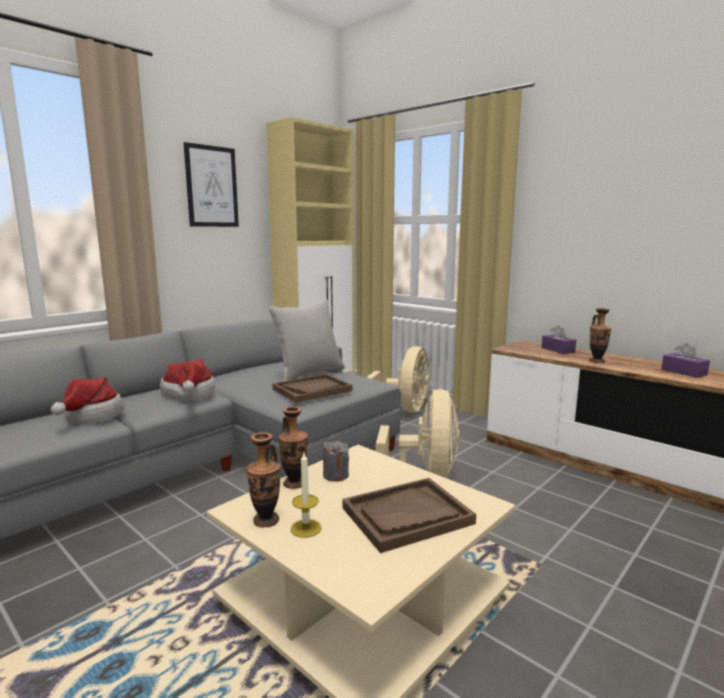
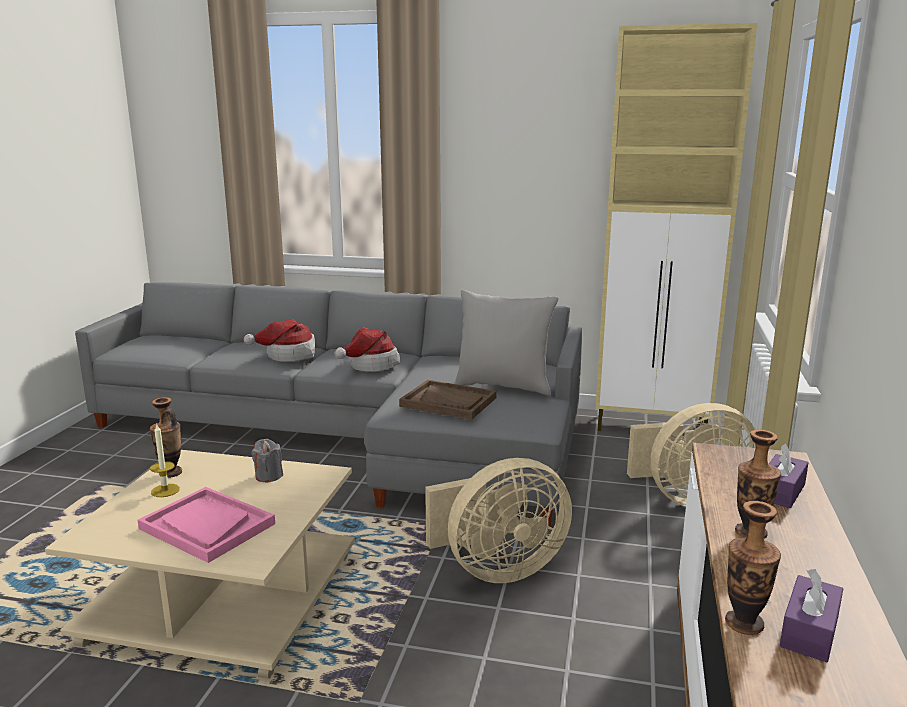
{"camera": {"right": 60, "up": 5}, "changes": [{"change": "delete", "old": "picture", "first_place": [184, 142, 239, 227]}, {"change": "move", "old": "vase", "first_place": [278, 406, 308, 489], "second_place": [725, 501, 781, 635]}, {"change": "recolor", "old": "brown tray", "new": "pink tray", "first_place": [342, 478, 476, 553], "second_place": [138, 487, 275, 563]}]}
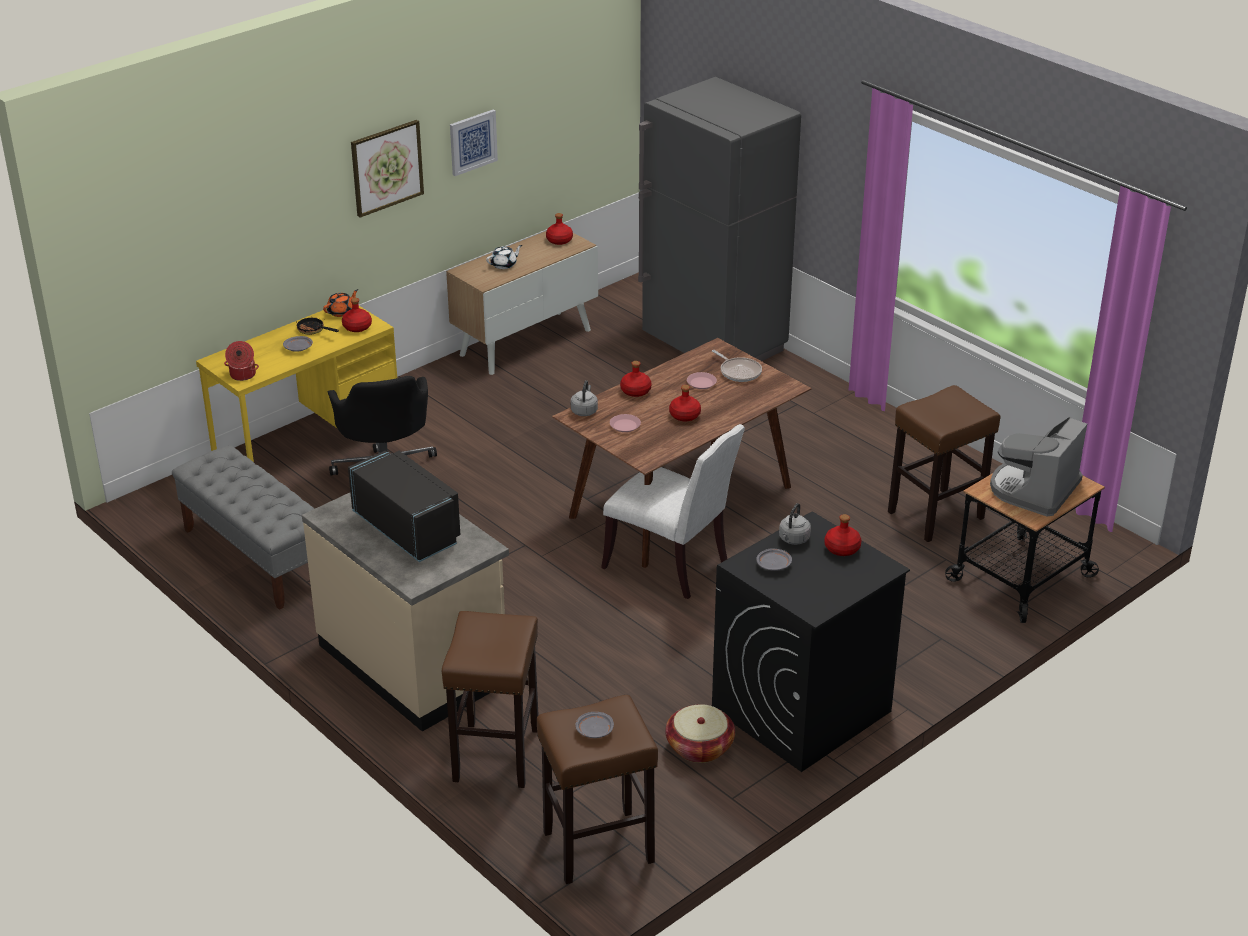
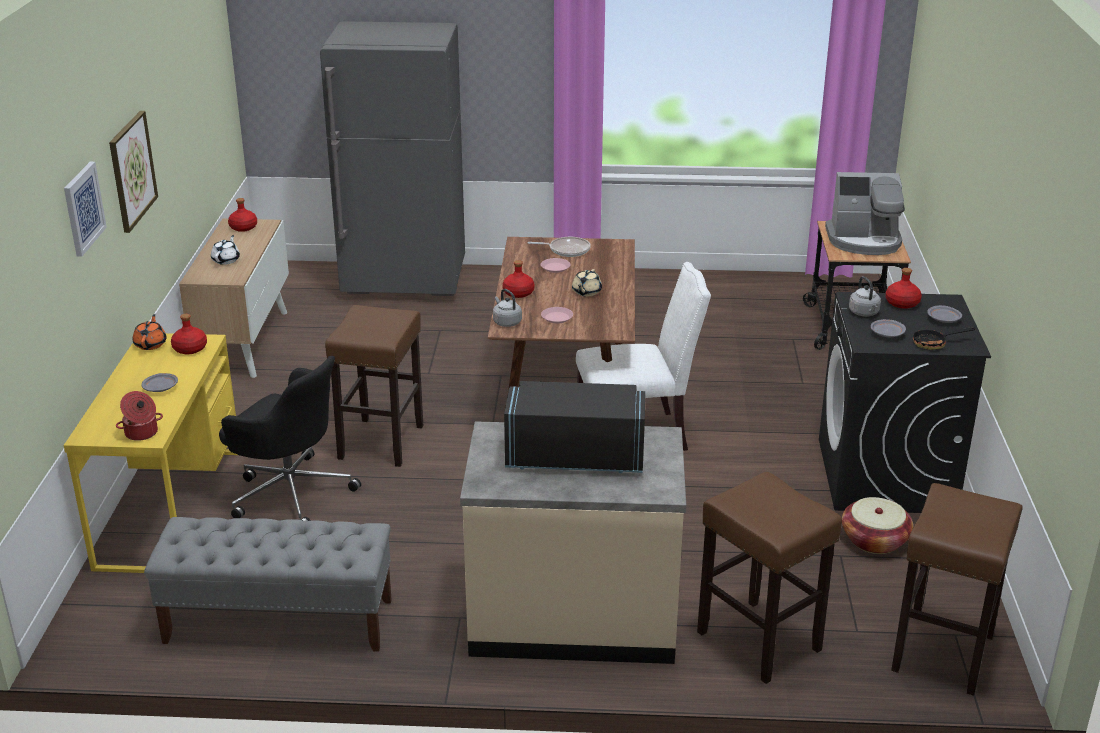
{"camera": {"right": -45, "up": -5}, "changes": [{"change": "move", "old": "frying pan", "first_place": [296, 318, 339, 335], "second_place": [913, 327, 975, 350]}, {"change": "move", "old": "picture", "first_place": [450, 110, 498, 176], "second_place": [64, 162, 107, 257]}, {"change": "move", "old": "grey plate", "first_place": [576, 712, 614, 738], "second_place": [927, 305, 962, 323]}, {"change": "replace", "old": "red bottle", "new": "beige teapot", "first_place": [669, 385, 701, 421], "second_place": [572, 269, 602, 296]}, {"change": "move", "old": "brown stool", "first_place": [888, 385, 1000, 542], "second_place": [325, 305, 423, 467]}, {"change": "rotate", "old": "coffee machine", "first_place": [990, 417, 1087, 516], "second_place": [825, 172, 905, 255], "degrees": -75}]}
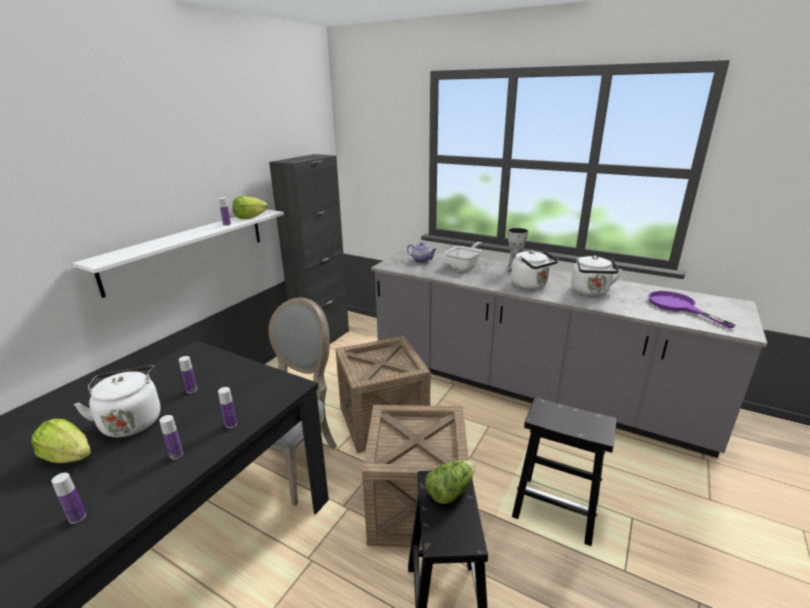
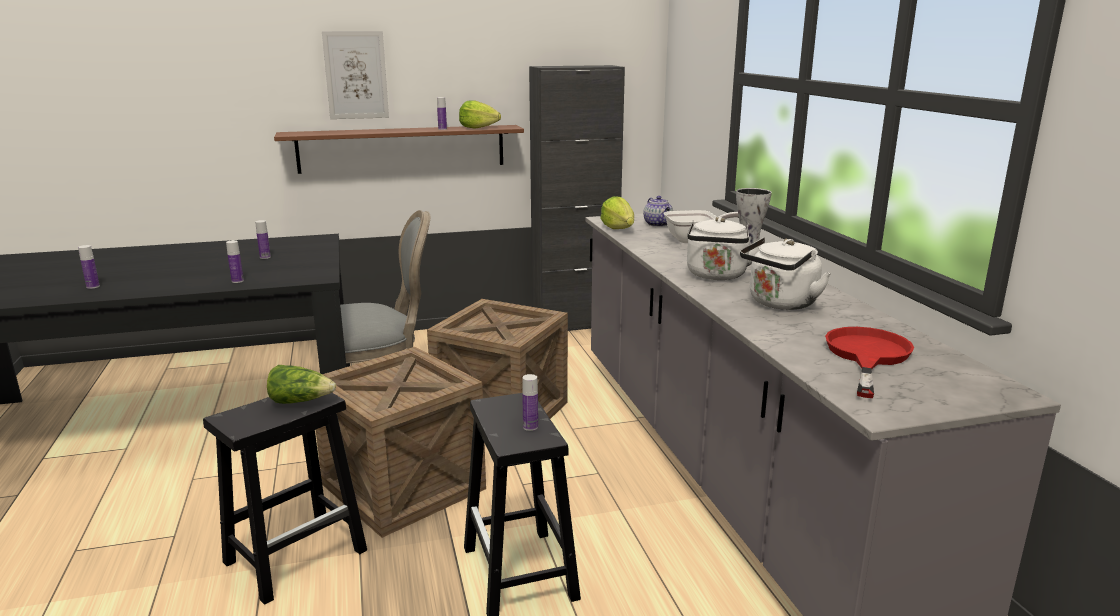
{"camera": {"right": 45, "up": -5}, "changes": [{"change": "move", "old": "lettuce", "first_place": [31, 419, 91, 463], "second_place": [600, 196, 634, 229]}, {"change": "recolor", "old": "white shelf", "new": "brown shelf", "first_place": [72, 210, 284, 298], "second_place": [274, 125, 524, 174]}, {"change": "delete", "old": "white kettle", "first_place": [74, 366, 161, 437]}, {"change": "move", "old": "bottle", "first_place": [159, 415, 183, 460], "second_place": [522, 374, 538, 431]}, {"change": "recolor", "old": "purple frying pan", "new": "red frying pan", "first_place": [648, 291, 735, 328], "second_place": [825, 327, 914, 398]}, {"change": "insert", "new": "picture", "second_place": [322, 31, 389, 119]}]}
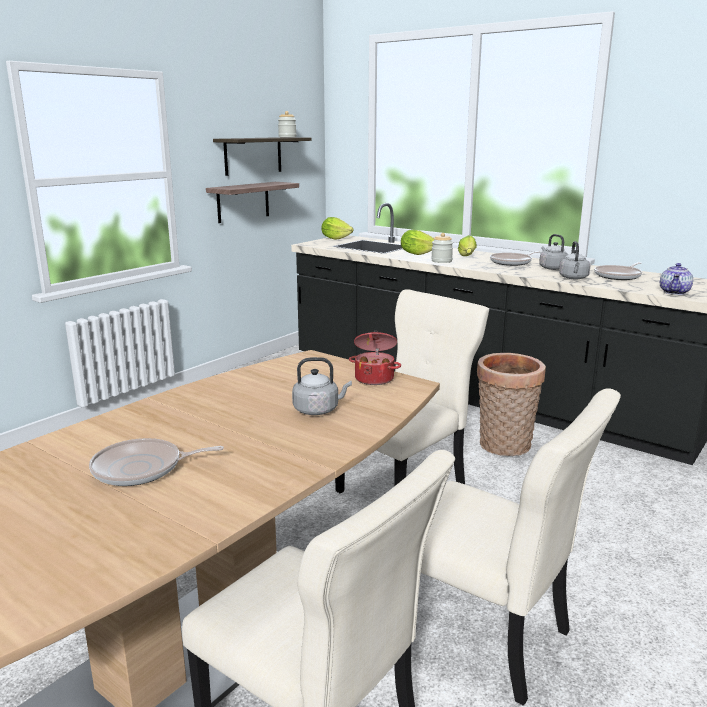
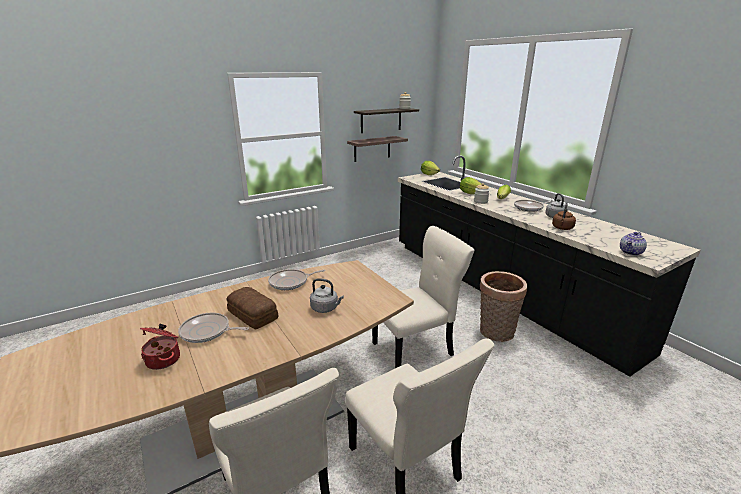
{"camera": {"right": 20, "up": 5}, "changes": [{"change": "move", "old": "cooking pot", "first_place": [349, 331, 401, 385], "second_place": [140, 324, 180, 370]}, {"change": "recolor", "old": "grey kettle", "new": "brown kettle", "first_place": [559, 241, 590, 279], "second_place": [552, 203, 576, 230]}, {"change": "move", "old": "frying pan", "first_place": [594, 262, 642, 280], "second_place": [268, 269, 325, 290]}, {"change": "insert", "new": "bread", "second_place": [227, 287, 279, 329]}]}
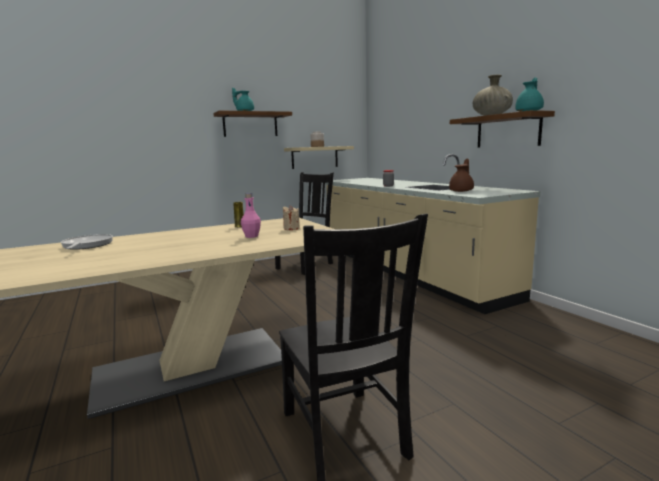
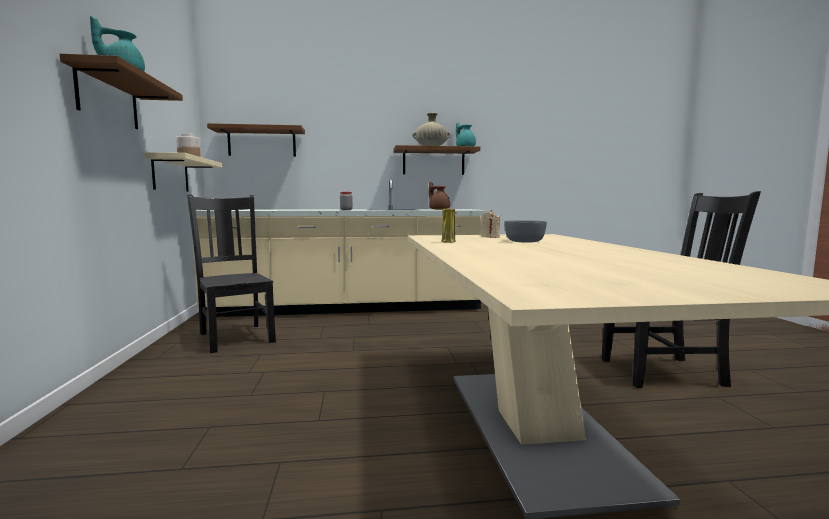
{"camera": {"right": -70, "up": -5}, "changes": [{"change": "delete", "old": "frying pan", "first_place": [61, 234, 113, 250]}, {"change": "replace", "old": "pink bottle", "new": "grey bowl", "first_place": [241, 193, 261, 238], "second_place": [504, 220, 547, 243]}, {"change": "insert", "new": "brown shelf", "second_place": [207, 123, 305, 157]}]}
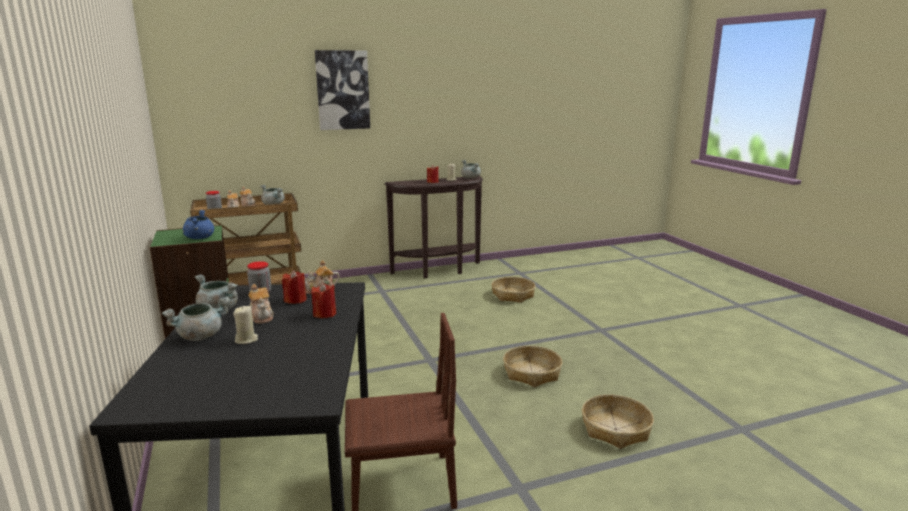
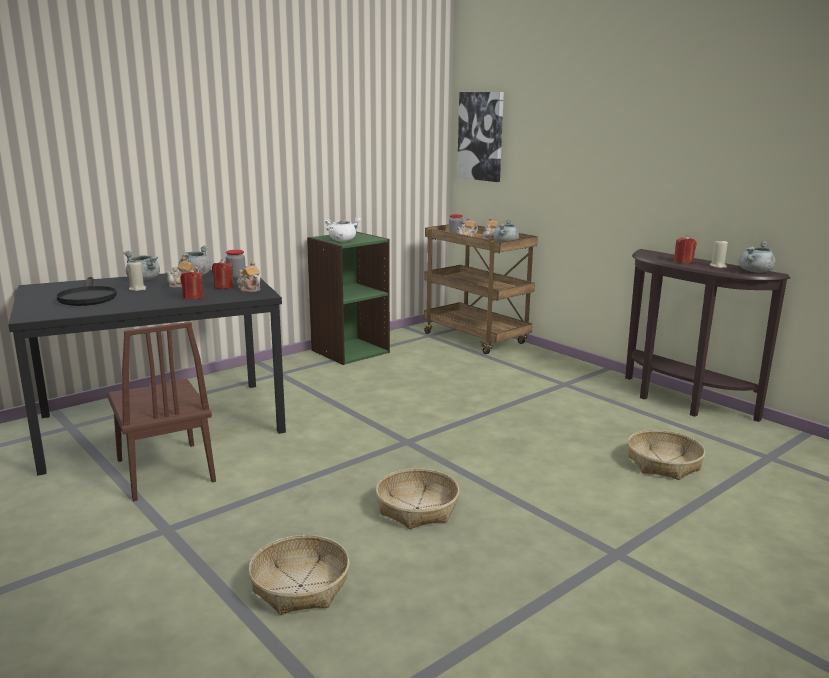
{"camera": {"right": 70, "up": 0}, "changes": [{"change": "recolor", "old": "blue cooking pot", "new": "white cooking pot", "first_place": [183, 210, 214, 239], "second_place": [324, 217, 361, 242]}, {"change": "move", "old": "picture", "first_place": [315, 50, 370, 130], "second_place": [457, 92, 504, 182]}, {"change": "insert", "new": "black frying pan", "second_place": [56, 277, 117, 306]}]}
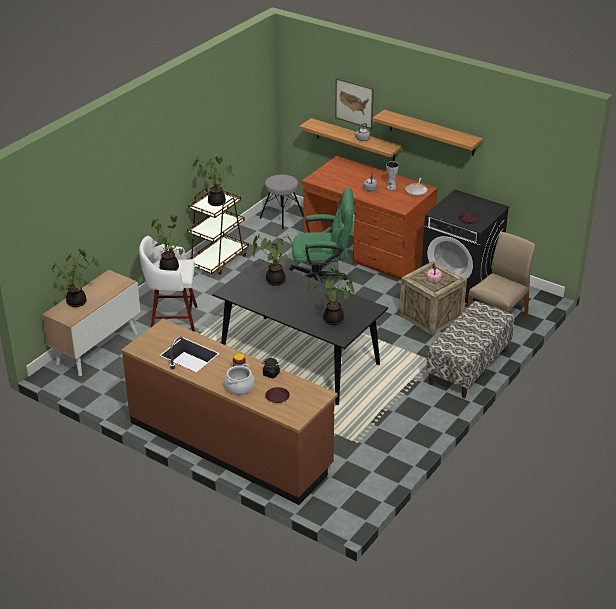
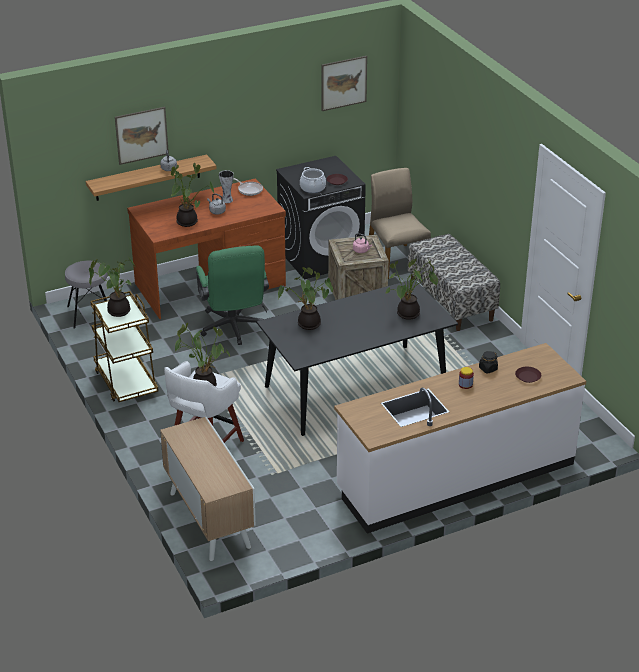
{"camera": {"right": -60, "up": 0}, "changes": [{"change": "move", "old": "potted plant", "first_place": [52, 249, 99, 307], "second_place": [170, 163, 214, 227]}, {"change": "recolor", "old": "brown counter", "new": "white counter", "first_place": [121, 319, 338, 505], "second_place": [334, 343, 586, 534]}, {"change": "move", "old": "cooking pot", "first_place": [224, 364, 254, 395], "second_place": [300, 167, 326, 193]}, {"change": "rotate", "old": "green office chair", "first_place": [289, 188, 354, 283], "second_place": [196, 245, 269, 345], "degrees": 135}, {"change": "delete", "old": "shelf", "first_place": [372, 110, 483, 156]}, {"change": "insert", "new": "picture", "second_place": [322, 56, 367, 111]}]}
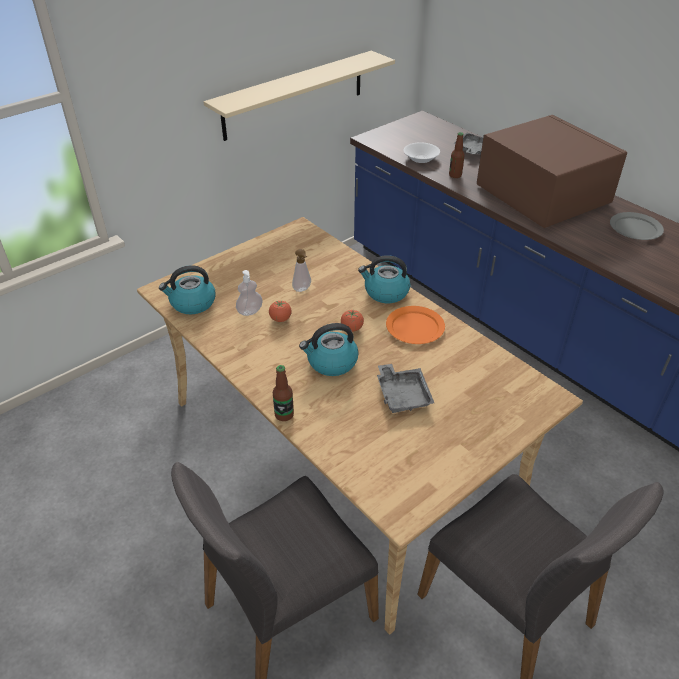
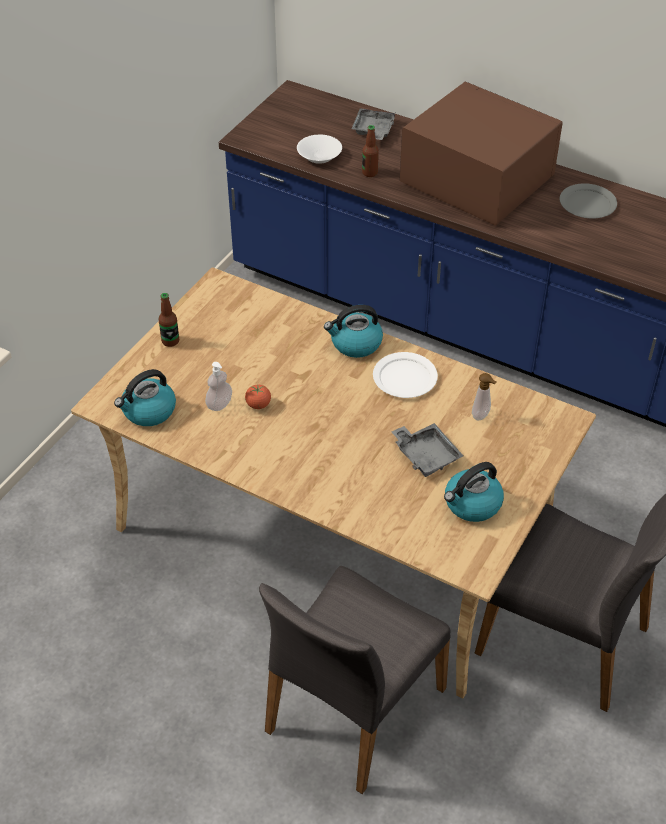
{"camera": {"right": -20, "up": 5}, "changes": [{"change": "delete", "old": "beige shelf", "first_place": [204, 51, 395, 141]}, {"change": "move", "old": "bottle", "first_place": [273, 365, 294, 421], "second_place": [159, 293, 179, 347]}, {"change": "move", "old": "soap dispenser", "first_place": [292, 249, 311, 292], "second_place": [472, 373, 497, 421]}, {"change": "move", "old": "kettle", "first_place": [299, 323, 359, 376], "second_place": [444, 462, 504, 522]}, {"change": "delete", "old": "tomato", "first_place": [341, 310, 364, 332]}, {"change": "recolor", "old": "orange plate", "new": "white plate", "first_place": [386, 306, 445, 344], "second_place": [373, 352, 438, 398]}]}
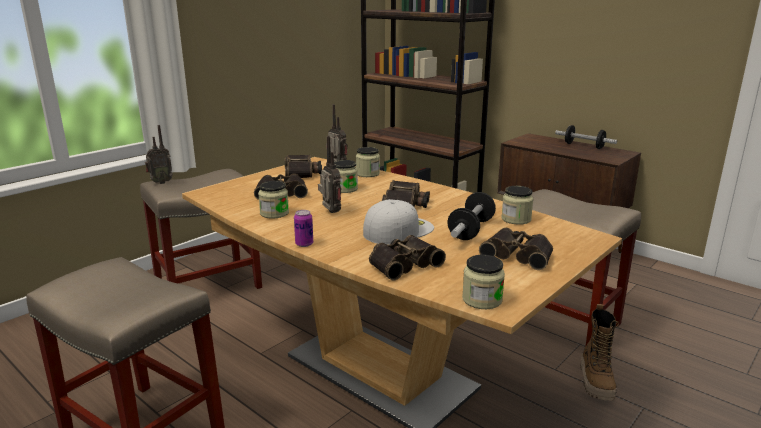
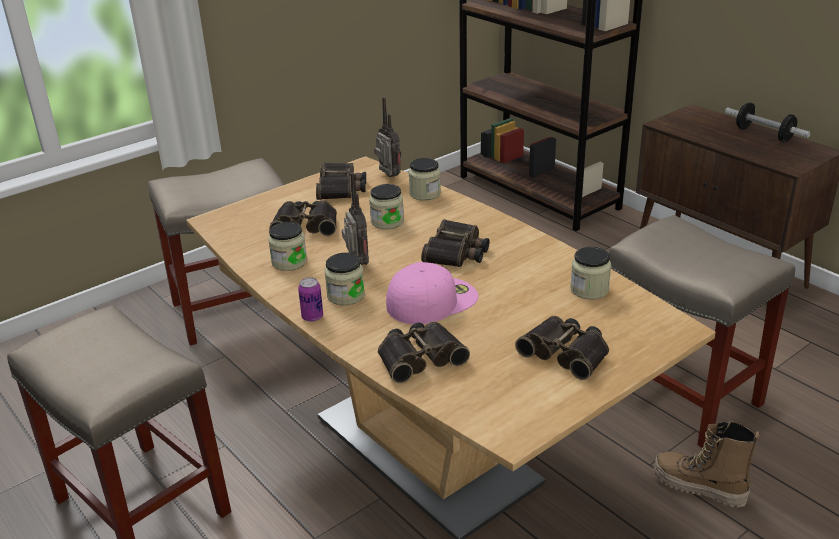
{"camera": {"right": 10, "up": 10}, "changes": [{"change": "delete", "old": "radio", "first_place": [145, 125, 173, 184]}, {"change": "recolor", "old": "white cap", "new": "pink cap", "first_place": [363, 199, 434, 245], "second_place": [386, 262, 478, 324]}, {"change": "delete", "old": "dumbbell", "first_place": [447, 192, 496, 240]}, {"change": "move", "old": "jar", "first_place": [462, 255, 505, 309], "second_place": [325, 253, 365, 305]}, {"change": "rotate", "old": "boot", "first_place": [580, 304, 619, 401], "second_place": [653, 421, 760, 508], "degrees": 105}]}
